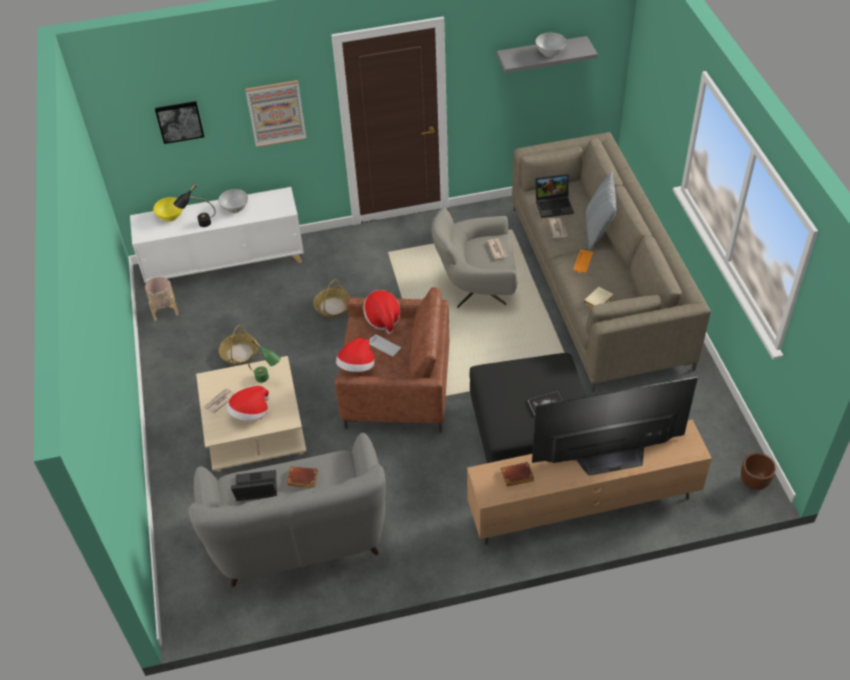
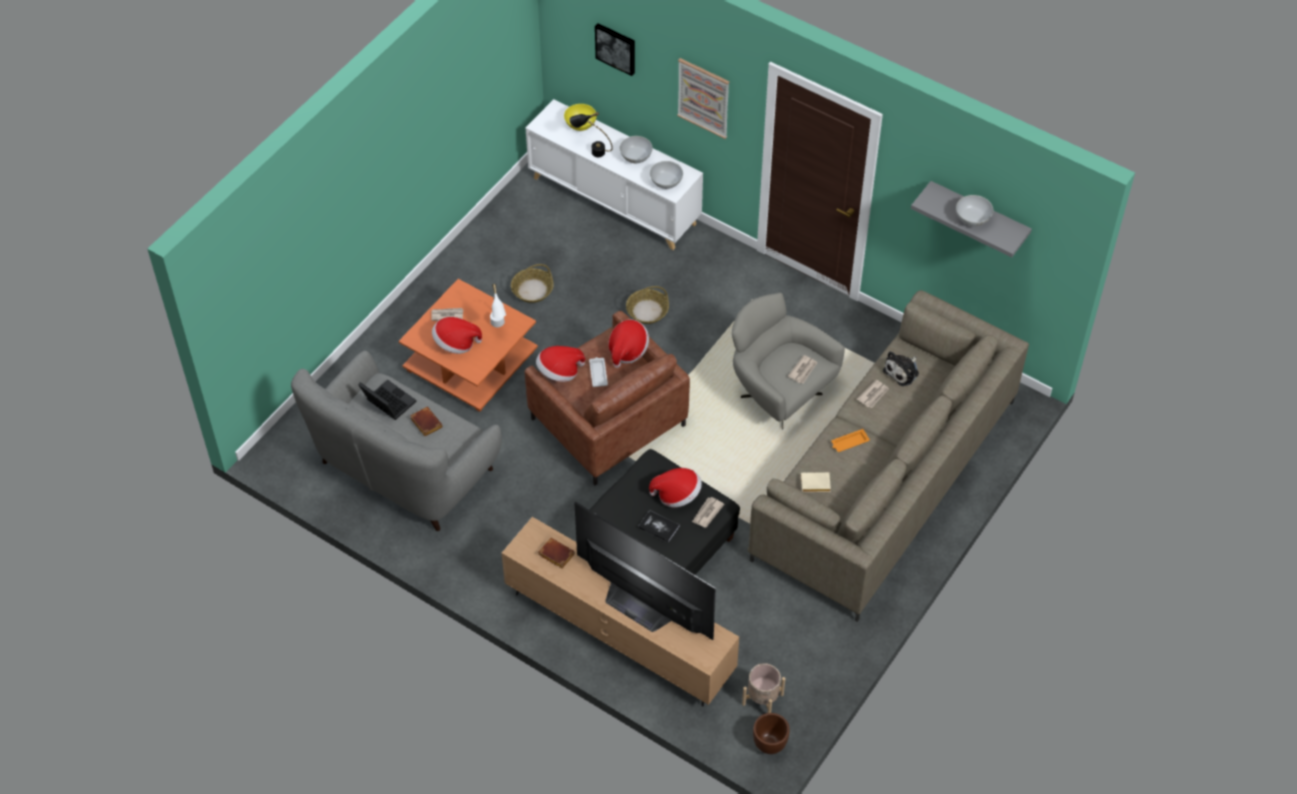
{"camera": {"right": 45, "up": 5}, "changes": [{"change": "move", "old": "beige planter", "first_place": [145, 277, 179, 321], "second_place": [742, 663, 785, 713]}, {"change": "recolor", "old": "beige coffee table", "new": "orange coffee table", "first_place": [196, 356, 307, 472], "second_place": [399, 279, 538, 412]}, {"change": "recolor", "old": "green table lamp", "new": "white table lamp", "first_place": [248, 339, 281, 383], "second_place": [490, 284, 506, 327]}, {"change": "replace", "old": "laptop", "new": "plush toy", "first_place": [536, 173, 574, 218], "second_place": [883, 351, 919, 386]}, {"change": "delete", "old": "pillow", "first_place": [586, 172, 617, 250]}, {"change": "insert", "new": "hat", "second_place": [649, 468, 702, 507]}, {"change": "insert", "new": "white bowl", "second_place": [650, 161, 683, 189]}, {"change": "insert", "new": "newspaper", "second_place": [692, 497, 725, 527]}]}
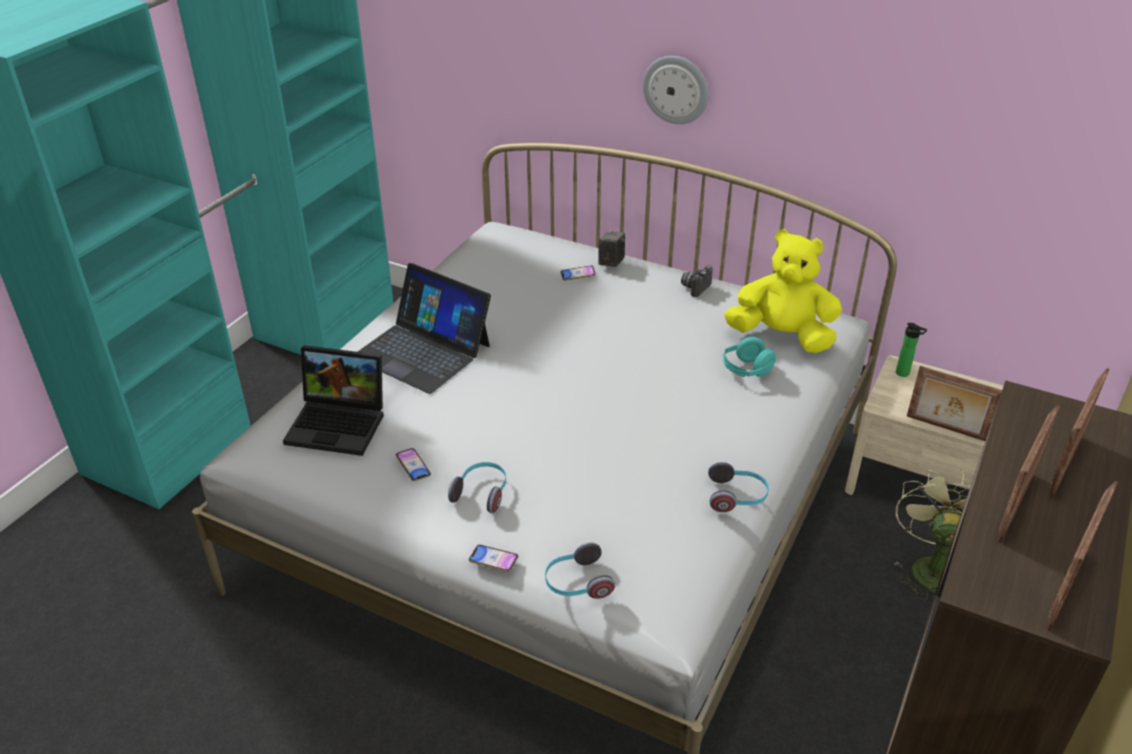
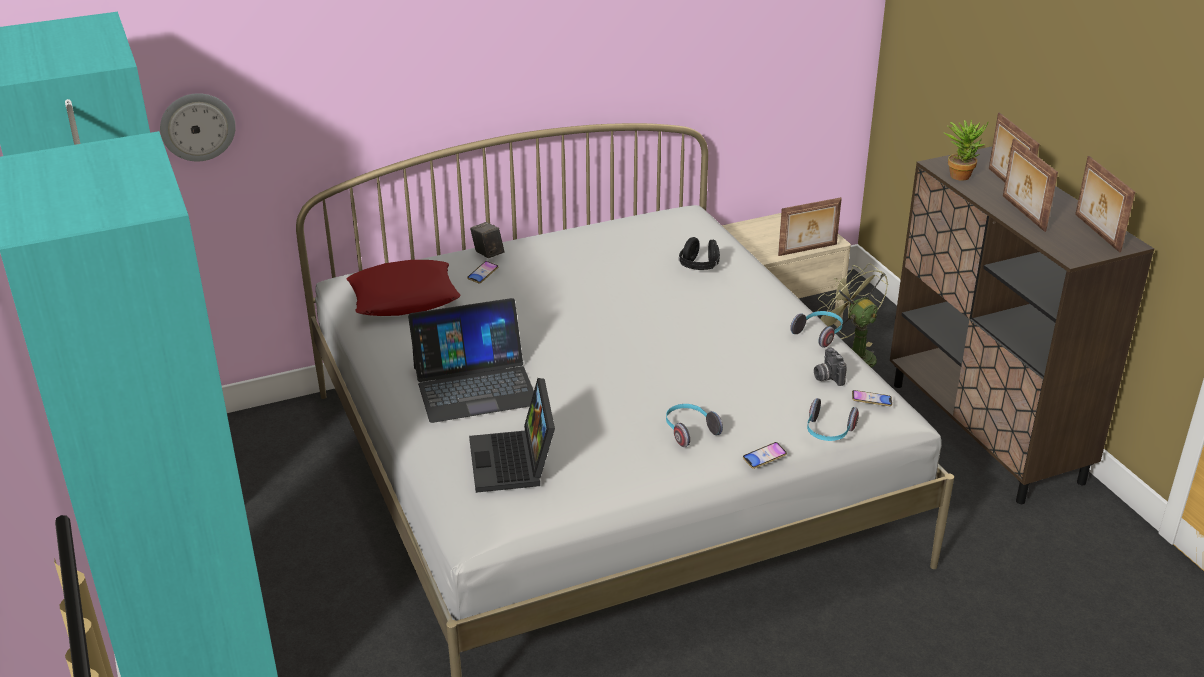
{"camera": {"right": -50, "up": -5}, "changes": [{"change": "rotate", "old": "laptop", "first_place": [283, 345, 384, 456], "second_place": [469, 378, 555, 493], "degrees": 120}, {"change": "move", "old": "phone", "first_place": [396, 448, 431, 481], "second_place": [852, 390, 892, 406]}, {"change": "move", "old": "wall clock", "first_place": [643, 56, 709, 124], "second_place": [160, 93, 236, 161]}, {"change": "move", "old": "photo camera", "first_place": [681, 265, 713, 297], "second_place": [814, 348, 847, 386]}, {"change": "recolor", "old": "turquoise headphones", "new": "black headphones", "first_place": [722, 337, 776, 377], "second_place": [679, 237, 720, 270]}, {"change": "delete", "old": "yellow plush toy", "first_place": [724, 229, 842, 353]}, {"change": "delete", "old": "bottle", "first_place": [896, 323, 927, 377]}, {"change": "insert", "new": "red pillow", "second_place": [347, 260, 461, 316]}, {"change": "insert", "new": "potted plant", "second_place": [945, 120, 989, 181]}]}
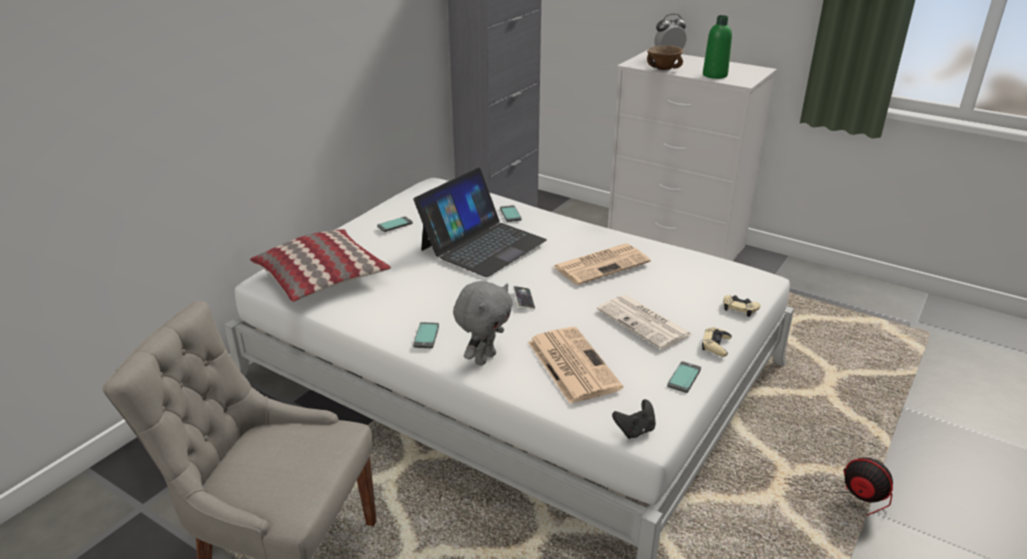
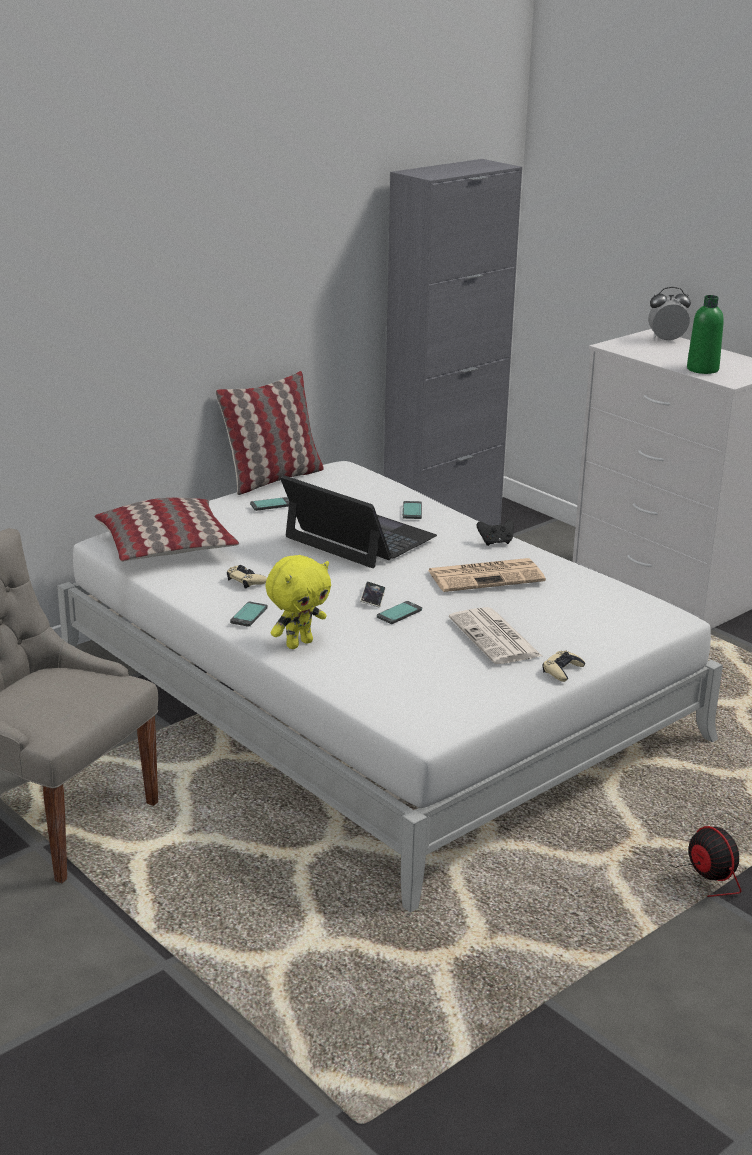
{"camera": {"right": 15, "up": -5}, "changes": [{"change": "rotate", "old": "laptop", "first_place": [414, 168, 547, 277], "second_place": [280, 475, 437, 568], "degrees": -105}, {"change": "recolor", "old": "grey plush toy", "new": "yellow plush toy", "first_place": [453, 281, 513, 366], "second_place": [265, 555, 331, 649]}, {"change": "delete", "old": "newspaper", "first_place": [528, 327, 623, 404]}, {"change": "move", "old": "black game controller", "first_place": [612, 399, 656, 439], "second_place": [477, 519, 514, 546]}, {"change": "delete", "old": "brown bowl", "first_place": [647, 45, 683, 70]}, {"change": "move", "old": "phone", "first_place": [667, 361, 701, 393], "second_place": [377, 601, 422, 624]}, {"change": "move", "old": "beige game controller", "first_place": [723, 295, 761, 317], "second_place": [227, 565, 267, 589]}, {"change": "insert", "new": "pillow", "second_place": [215, 371, 324, 495]}]}
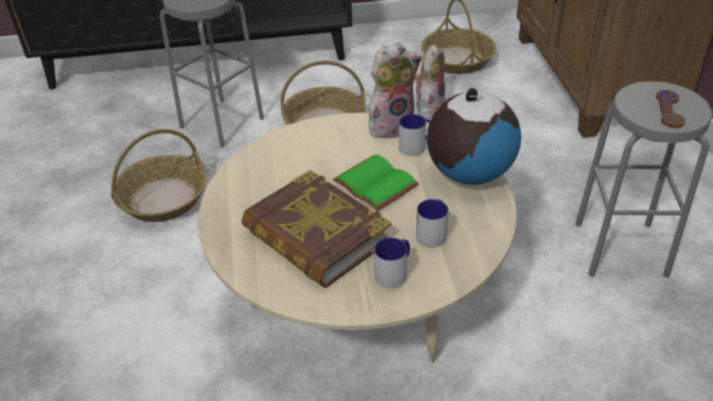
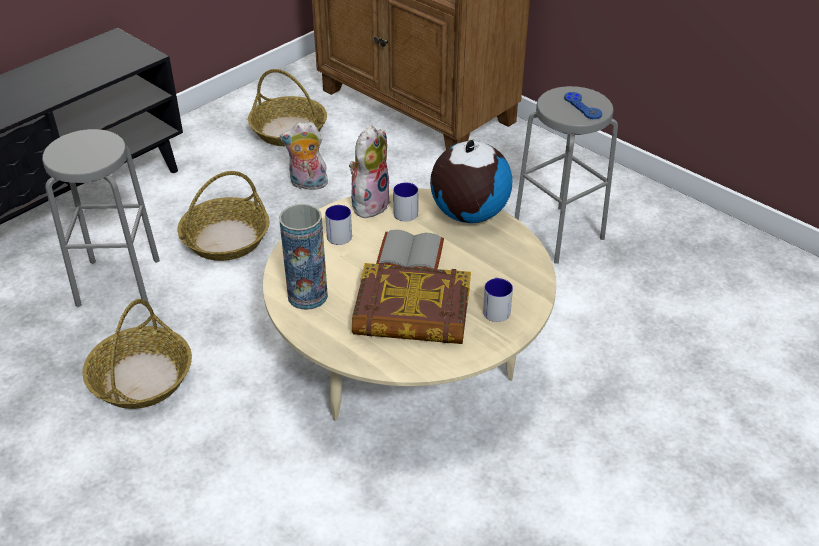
{"camera": {"right": -40, "up": 0}, "changes": [{"change": "recolor", "old": "green book", "new": "grey book", "first_place": [333, 154, 419, 211], "second_place": [376, 230, 444, 269]}, {"change": "rotate", "old": "plush toy", "first_place": [415, 44, 445, 120], "second_place": [280, 122, 328, 190], "degrees": -75}, {"change": "move", "old": "mug", "first_place": [416, 199, 449, 248], "second_place": [325, 205, 352, 245]}, {"change": "recolor", "old": "brown game controller", "new": "blue game controller", "first_place": [656, 90, 685, 128], "second_place": [564, 92, 602, 119]}, {"change": "insert", "new": "vase", "second_place": [279, 204, 328, 310]}]}
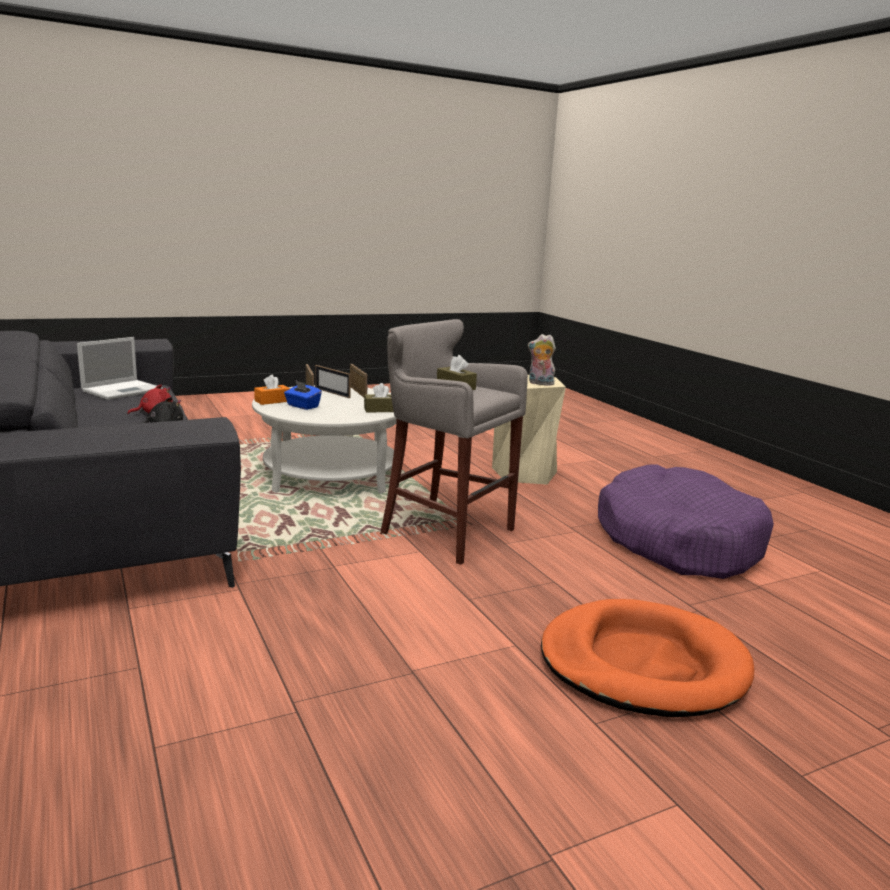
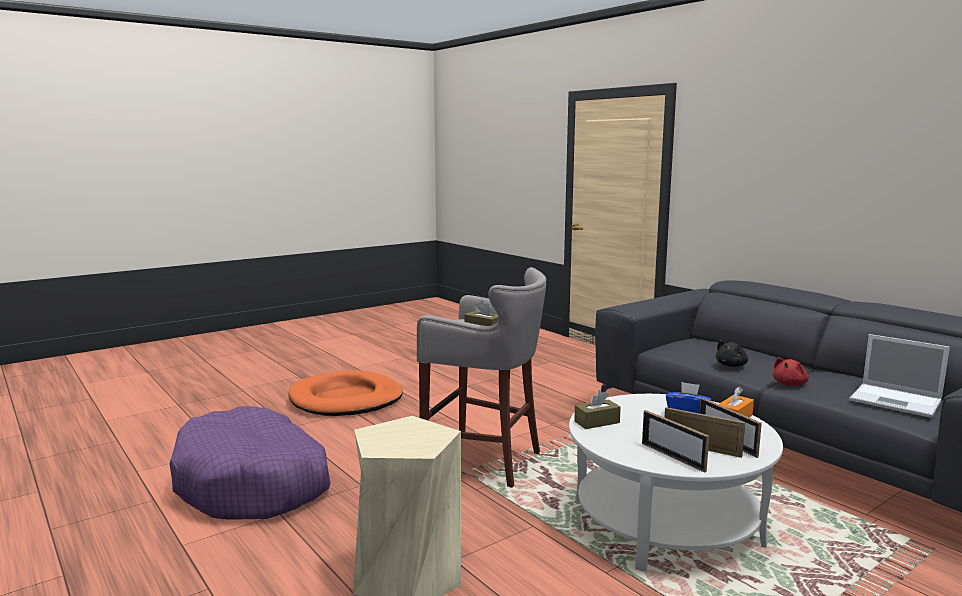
{"camera": {"right": 170, "up": -5}, "changes": [{"change": "rotate", "old": "laptop", "first_place": [77, 337, 163, 400], "second_place": [849, 334, 950, 418], "degrees": -75}, {"change": "delete", "old": "plush toy", "first_place": [528, 334, 556, 386]}]}
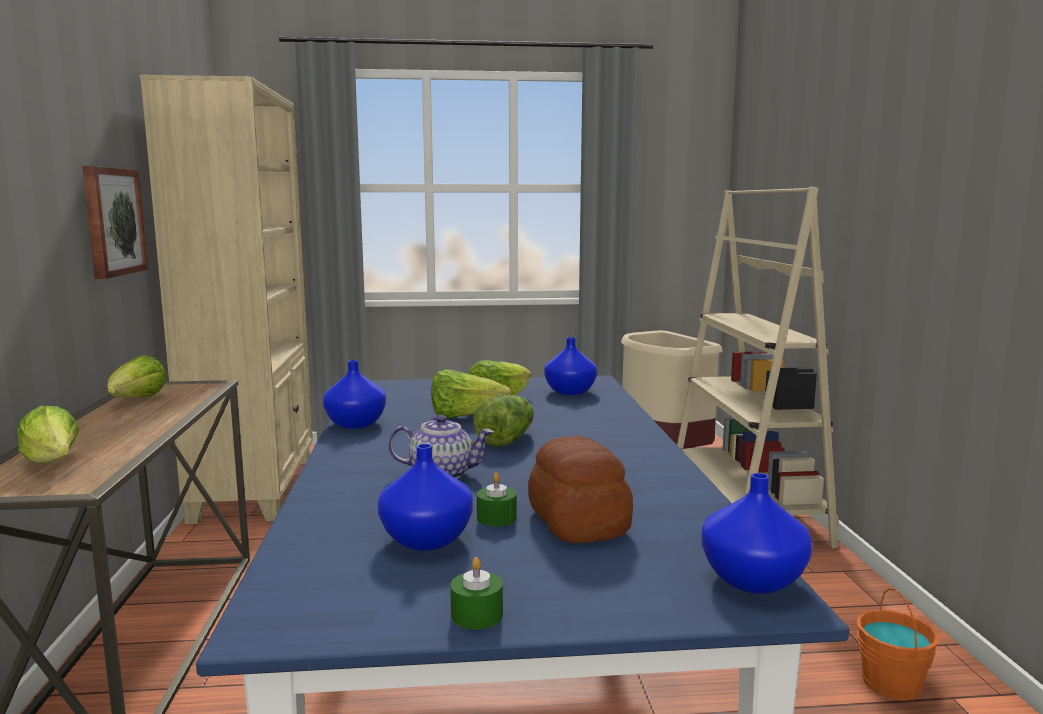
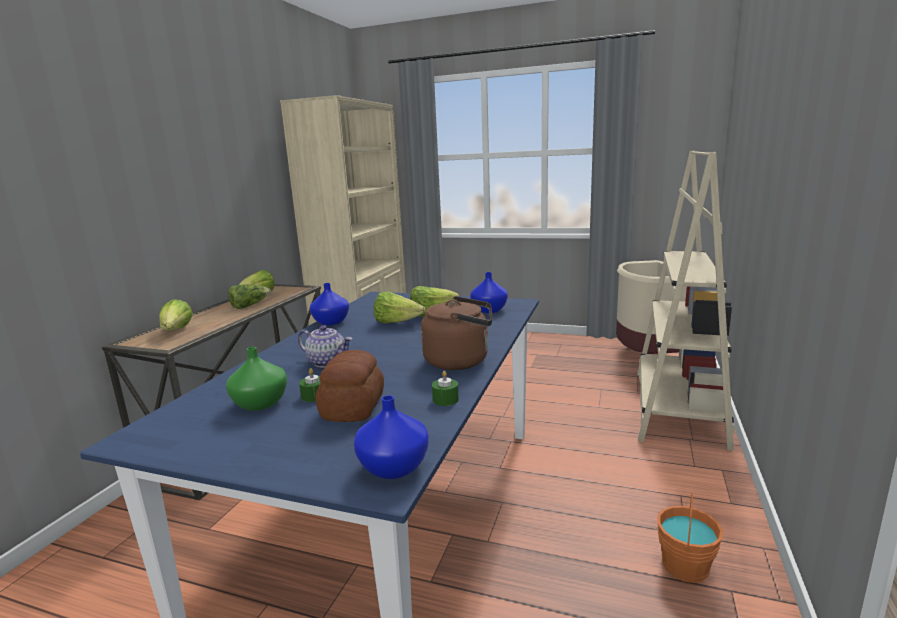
{"camera": {"right": 25, "up": 5}, "changes": [{"change": "delete", "old": "picture", "first_place": [82, 166, 148, 279]}, {"change": "recolor", "old": "blue vase", "new": "green vase", "first_place": [377, 444, 473, 551], "second_place": [226, 347, 287, 411]}, {"change": "move", "old": "green candle", "first_place": [450, 557, 503, 630], "second_place": [432, 371, 459, 406]}, {"change": "move", "old": "lettuce", "first_place": [473, 395, 534, 447], "second_place": [228, 284, 271, 309]}, {"change": "insert", "new": "brown kettle", "second_place": [421, 296, 493, 370]}]}
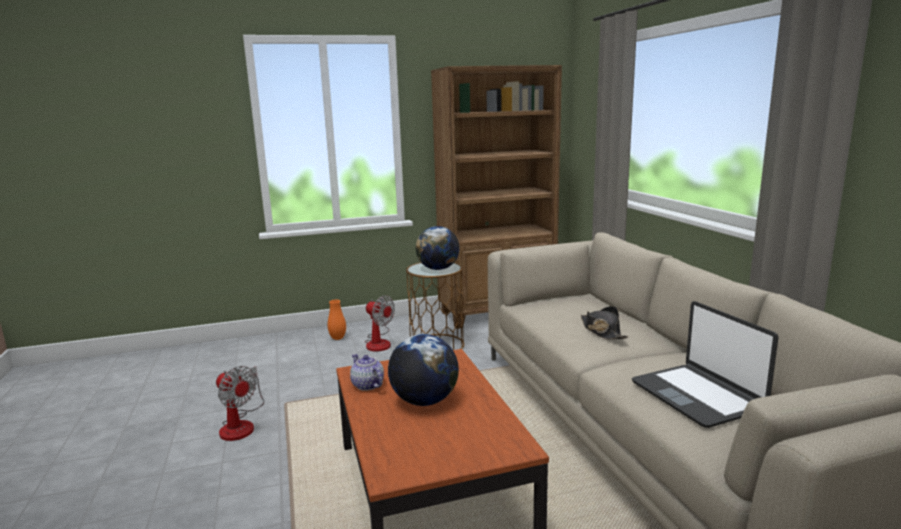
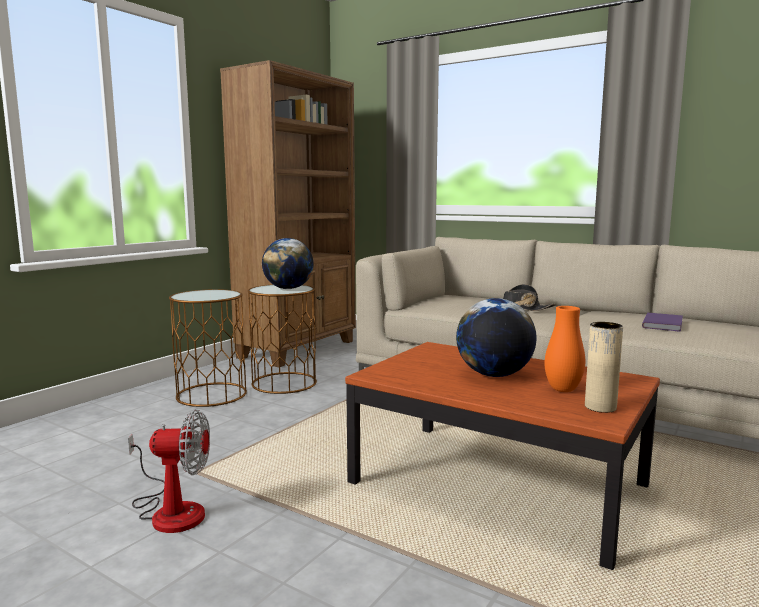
{"camera": {"right": -40, "up": -5}, "changes": [{"change": "move", "old": "orange vase", "first_place": [327, 300, 346, 340], "second_place": [545, 306, 585, 392]}, {"change": "delete", "old": "teapot", "first_place": [350, 354, 384, 391]}, {"change": "replace", "old": "fan", "new": "brown side table", "first_place": [365, 295, 395, 351], "second_place": [169, 289, 247, 407]}, {"change": "replace", "old": "laptop", "new": "purple book", "first_place": [632, 301, 778, 428], "second_place": [642, 313, 683, 332]}, {"change": "insert", "new": "beige vase", "second_place": [585, 322, 623, 413]}]}
